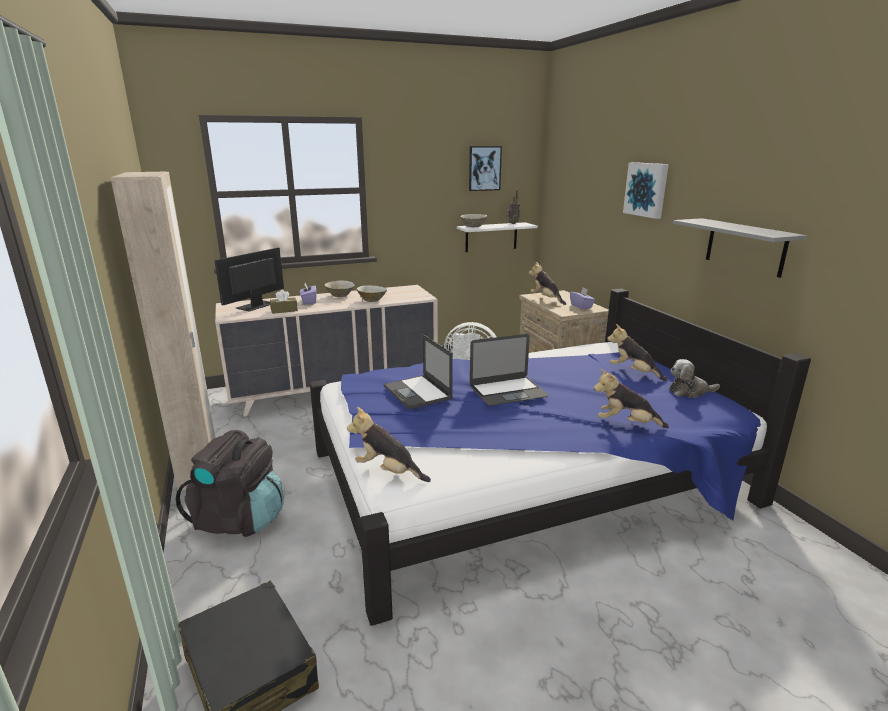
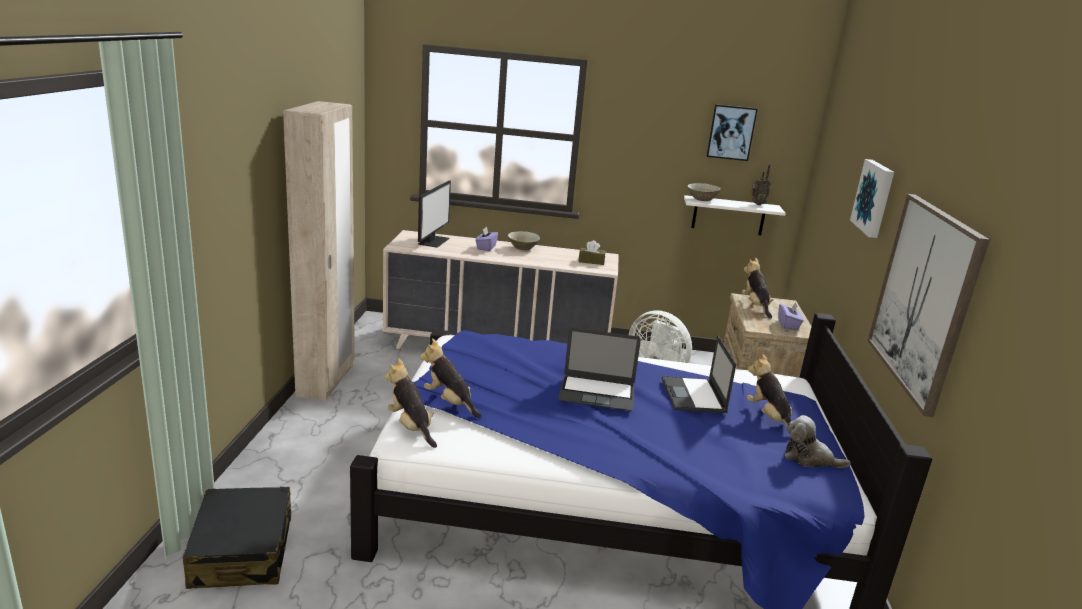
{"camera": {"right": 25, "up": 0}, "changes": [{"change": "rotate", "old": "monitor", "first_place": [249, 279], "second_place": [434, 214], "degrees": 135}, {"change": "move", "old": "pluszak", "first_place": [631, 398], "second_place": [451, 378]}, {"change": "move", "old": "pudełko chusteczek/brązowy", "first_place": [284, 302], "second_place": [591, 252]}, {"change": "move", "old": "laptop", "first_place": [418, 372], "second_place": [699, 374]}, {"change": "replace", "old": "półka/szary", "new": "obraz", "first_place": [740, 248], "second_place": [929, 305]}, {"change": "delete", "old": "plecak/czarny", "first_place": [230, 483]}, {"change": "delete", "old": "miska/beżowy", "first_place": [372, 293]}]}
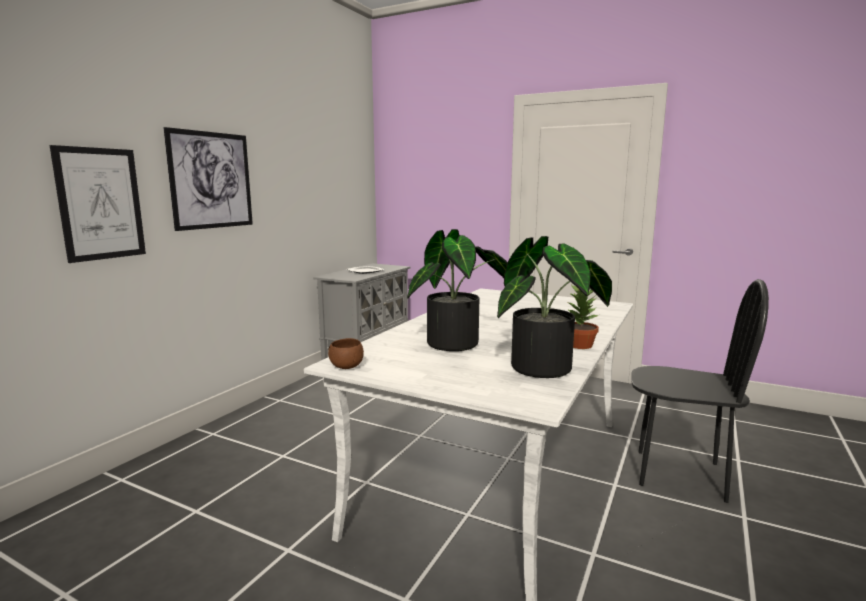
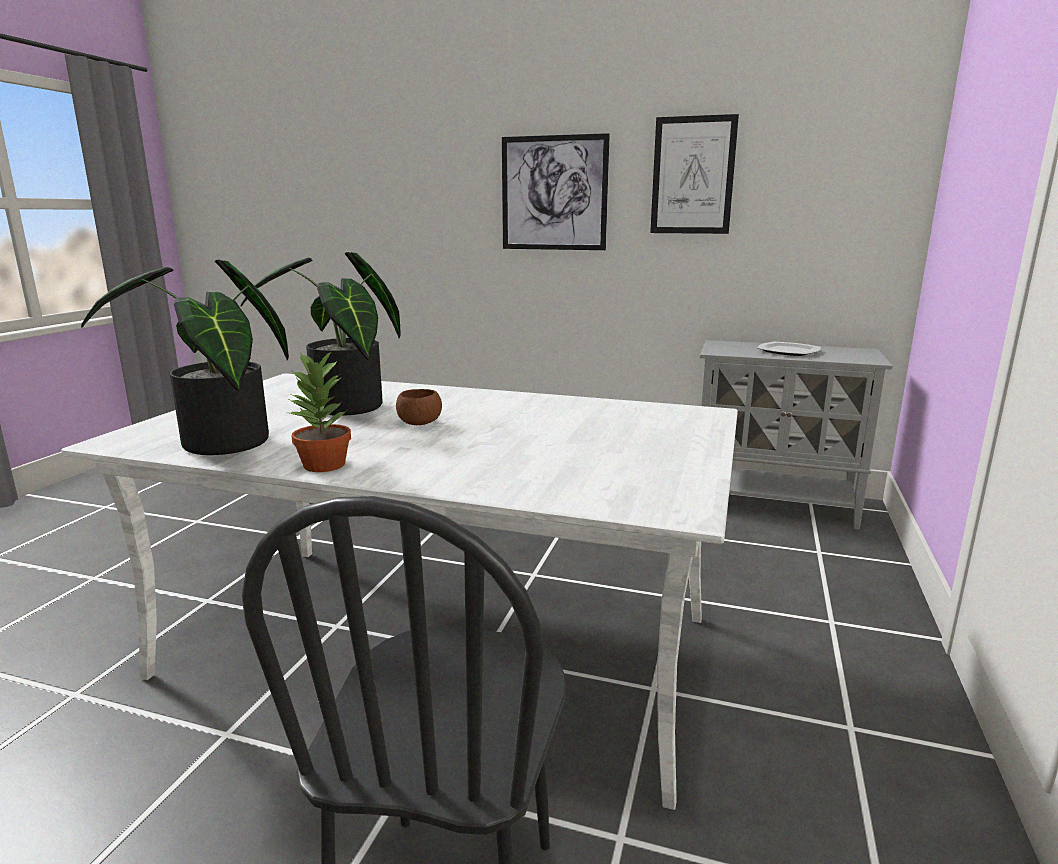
{"camera": {"right": 80, "up": 5}, "changes": [{"change": "move", "old": "miska/brązowy", "first_place": [346, 353], "second_place": [419, 407]}, {"change": "move", "old": "obraz", "first_place": [98, 204], "second_place": [694, 174]}]}
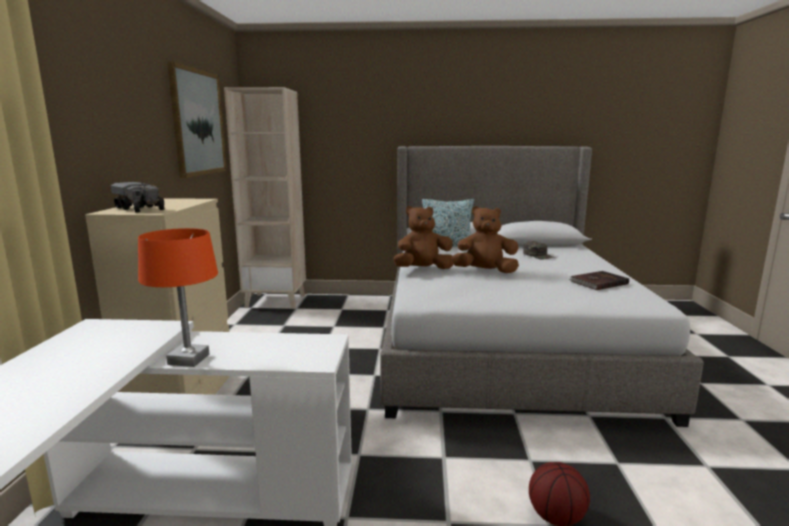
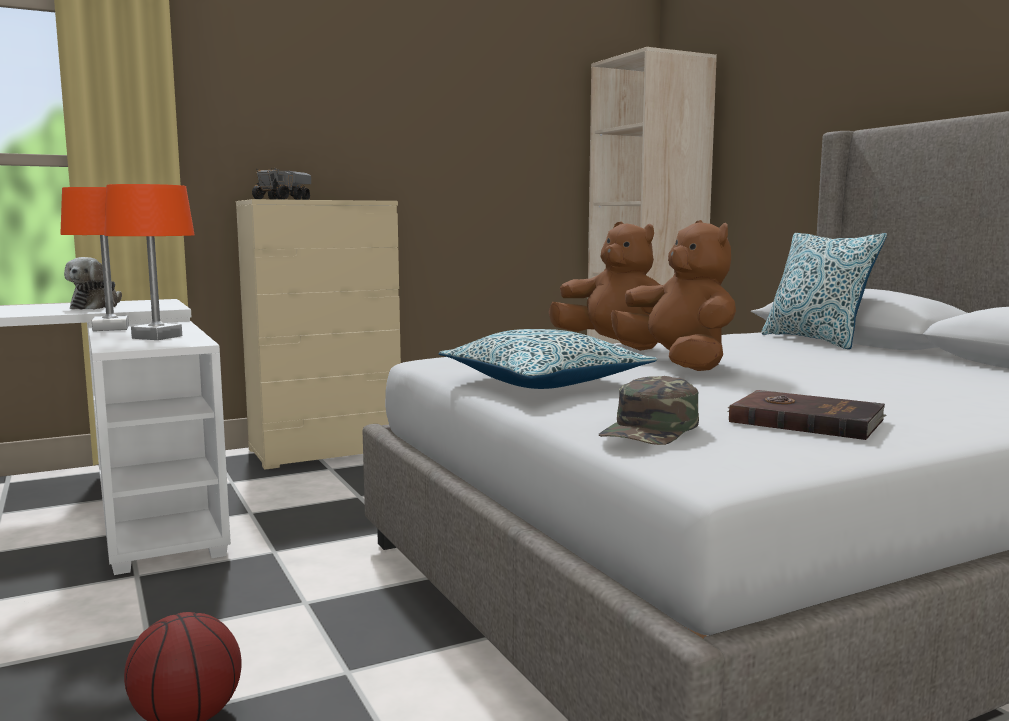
{"camera": {"right": 60, "up": -5}, "changes": [{"change": "insert", "new": "pluszak", "second_place": [93, 283]}, {"change": "insert", "new": "lampa stołowa/pomarańczowy", "second_place": [149, 262]}, {"change": "insert", "new": "poduszka", "second_place": [548, 359]}, {"change": "move", "old": "czapka z daszkiem/zielony", "first_place": [539, 250], "second_place": [649, 410]}, {"change": "delete", "old": "obraz", "first_place": [197, 119]}]}
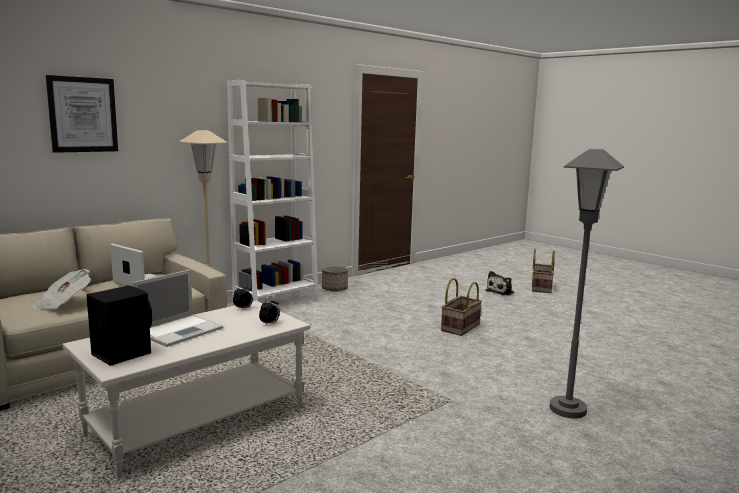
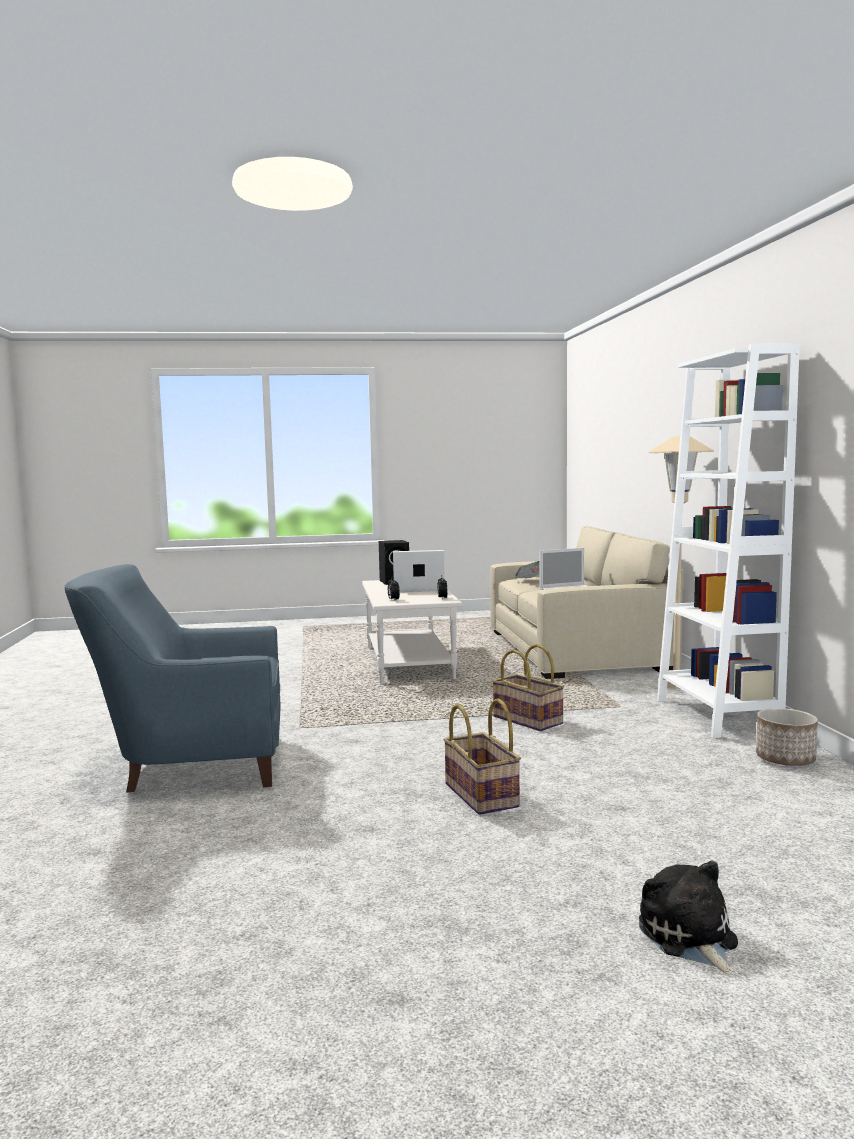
{"camera": {"right": 125, "up": -5}, "changes": [{"change": "replace", "old": "lampa stojąca/szary", "new": "fotel/niebieski", "first_place": [587, 284], "second_place": [173, 678]}, {"change": "rotate", "old": "laptop", "first_place": [177, 308], "second_place": [419, 571], "degrees": 105}, {"change": "move", "old": "koszyk", "first_place": [543, 271], "second_place": [528, 687]}, {"change": "delete", "old": "obraz", "first_place": [82, 114]}]}
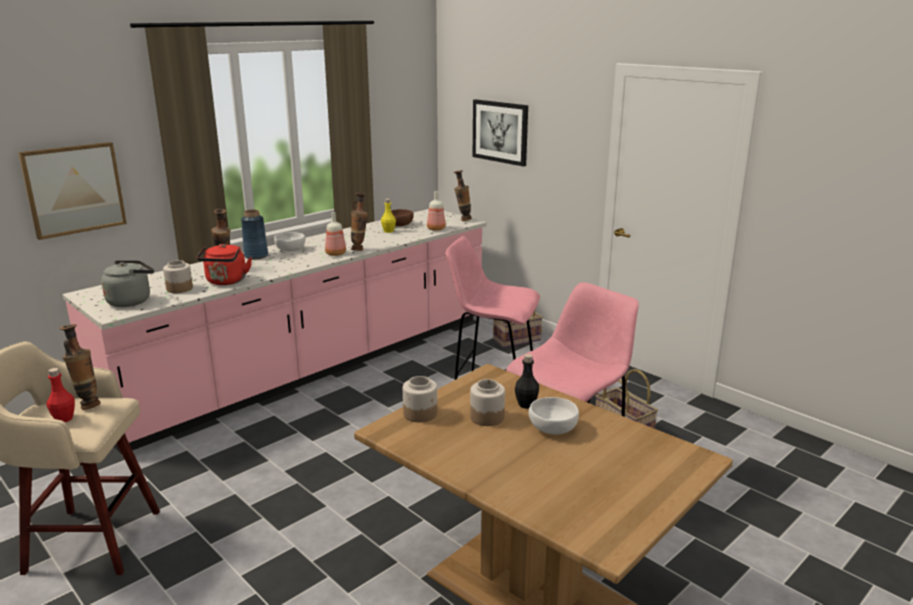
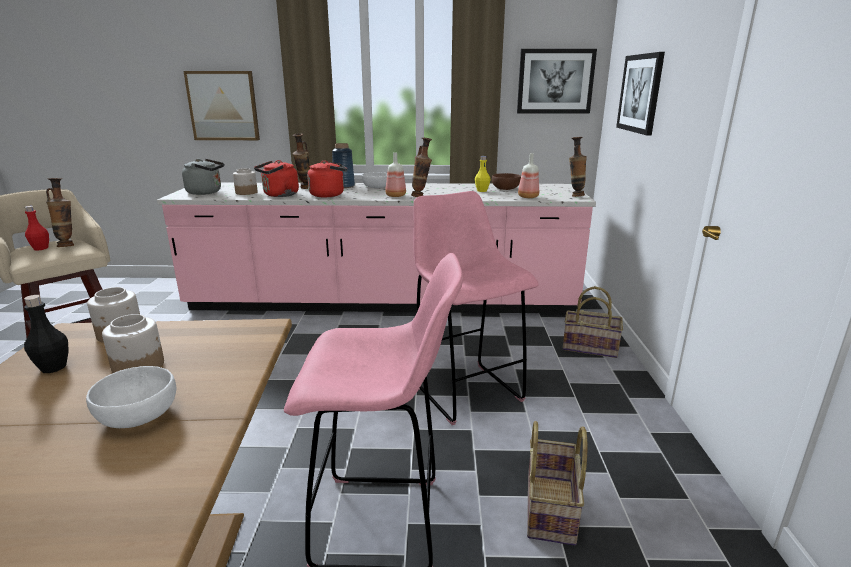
{"camera": {"right": 45, "up": 0}, "changes": [{"change": "move", "old": "butelka/czarny", "first_place": [527, 381], "second_place": [46, 334]}, {"change": "insert", "new": "czajnik/czerwony", "second_place": [327, 179]}, {"change": "insert", "new": "obraz", "second_place": [557, 81]}]}
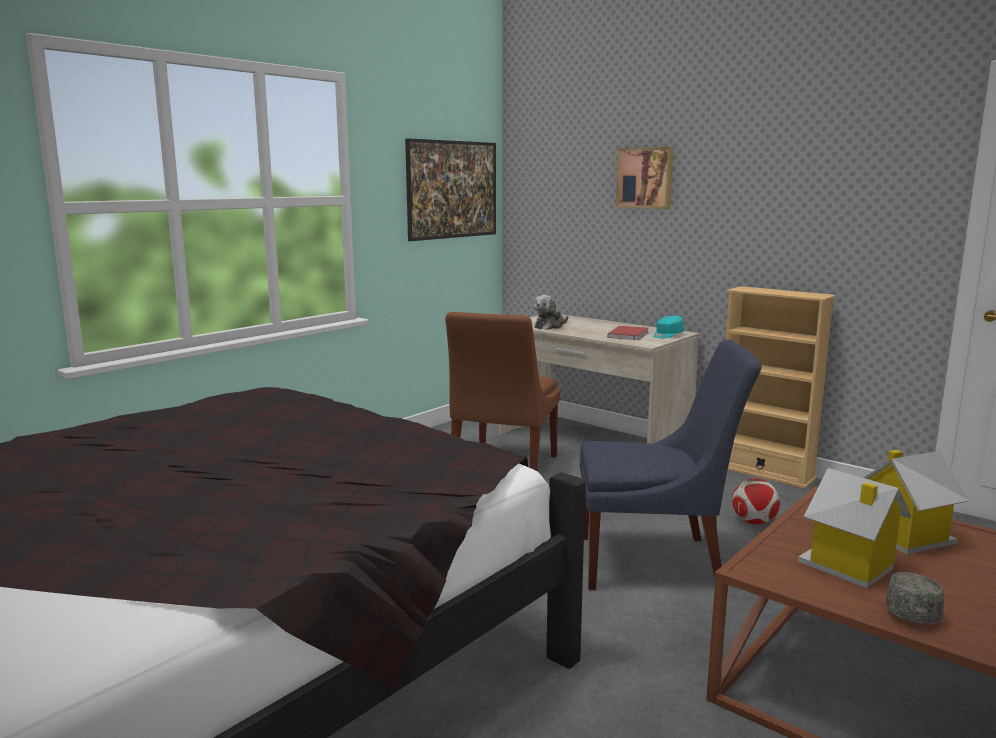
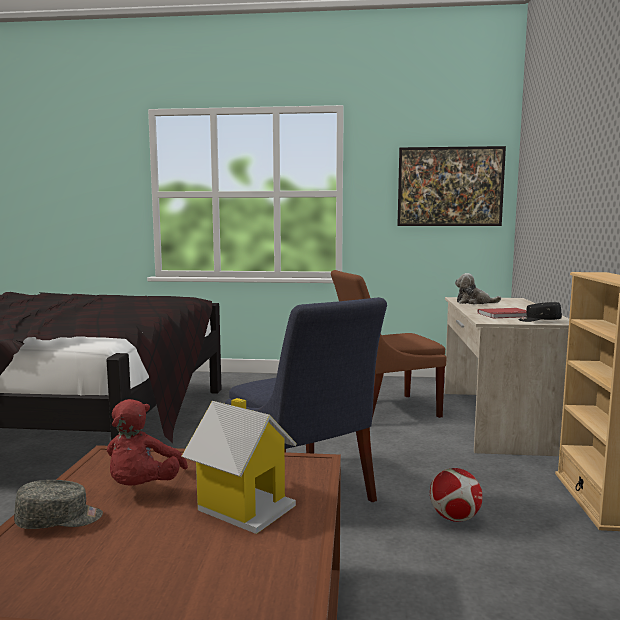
{"camera": {"right": 55, "up": -5}, "changes": [{"change": "replace", "old": "domek", "new": "pluszak/czerwony", "first_place": [854, 528], "second_place": [147, 442]}, {"change": "recolor", "old": "czapka z daszkiem/turkusowy", "new": "czapka z daszkiem/czarny", "first_place": [668, 327], "second_place": [540, 312]}, {"change": "delete", "old": "obraz", "first_place": [645, 178]}]}
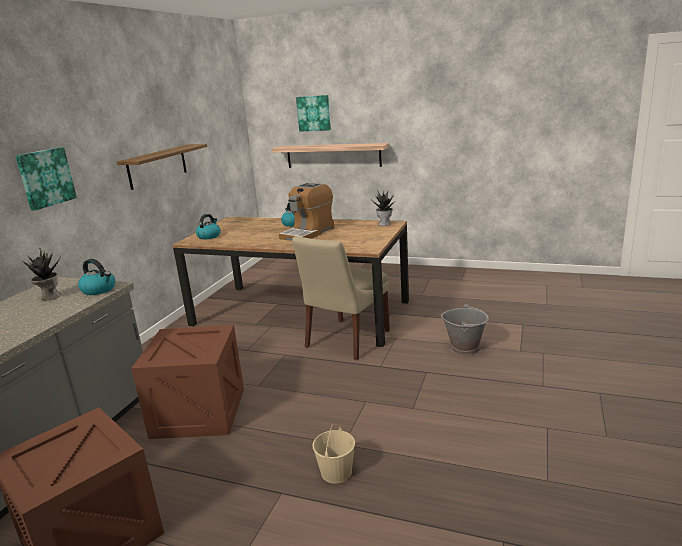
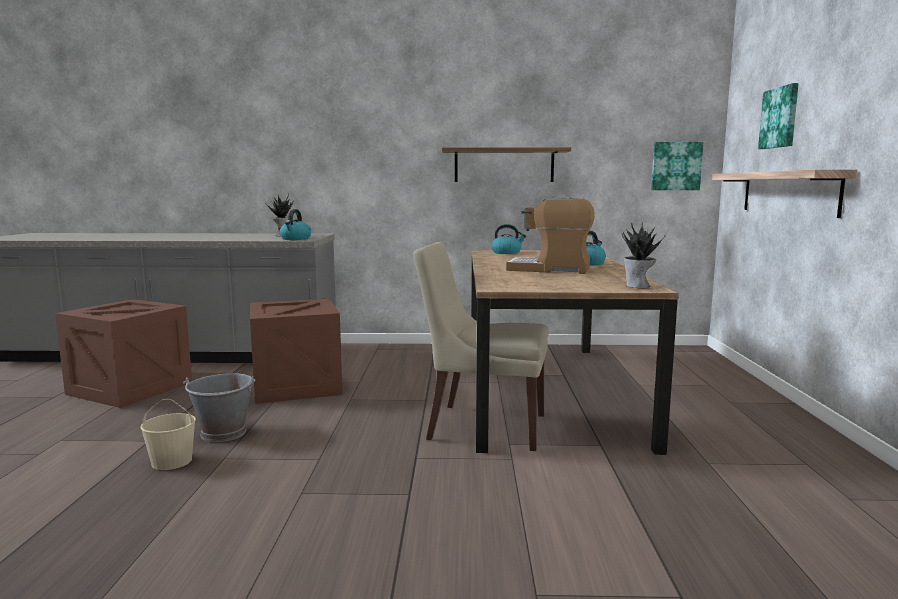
{"camera": {"right": 70, "up": -10}, "changes": [{"change": "move", "old": "wiadro/szary", "first_place": [465, 330], "second_place": [219, 407]}, {"change": "move", "old": "obraz", "first_place": [46, 178], "second_place": [677, 166]}]}
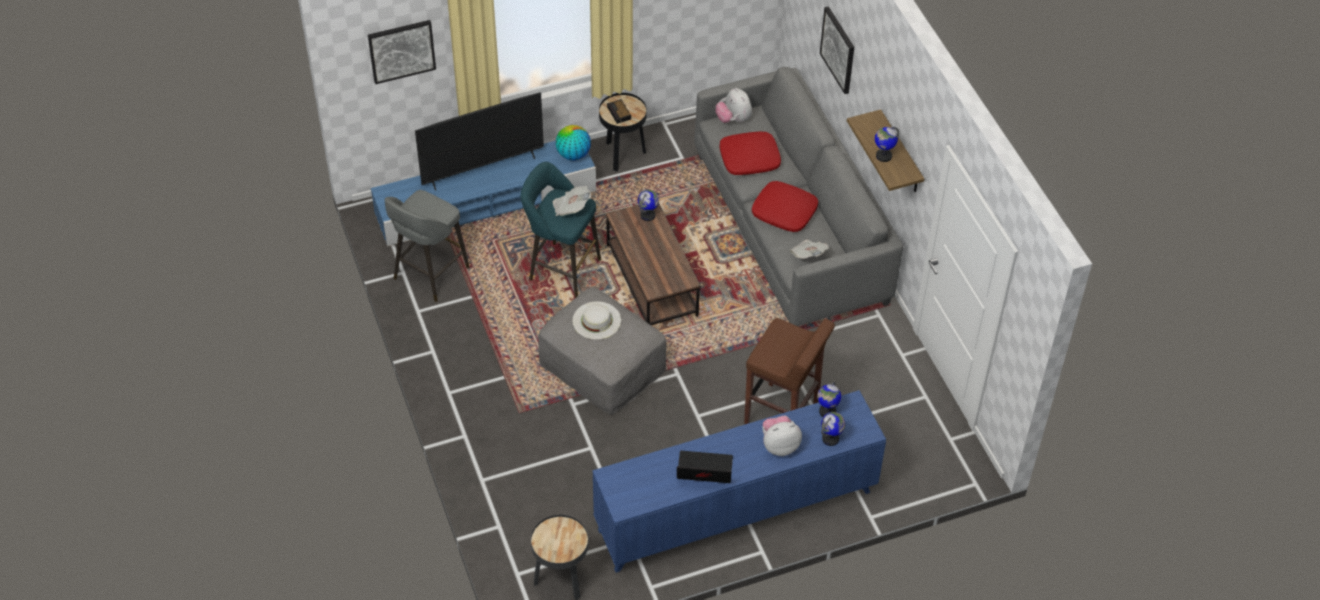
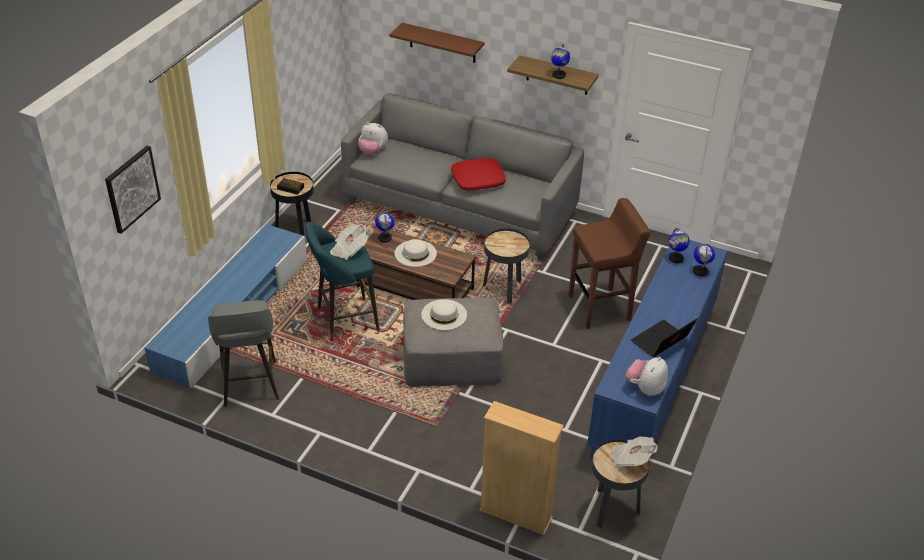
{"camera": {"right": -45, "up": -10}, "changes": [{"change": "replace", "old": "obraz", "new": "półka/brązowy", "first_place": [837, 50], "second_place": [437, 43]}, {"change": "insert", "new": "kapelusz/biały", "second_place": [416, 253]}, {"change": "insert", "new": "regał/beżowy", "second_place": [521, 468]}, {"change": "insert", "new": "stolik/czarny", "second_place": [506, 266]}, {"change": "move", "old": "gazeta", "first_place": [809, 249], "second_place": [634, 451]}, {"change": "move", "old": "pluszak", "first_place": [782, 436], "second_place": [647, 376]}, {"change": "delete", "old": "telewizor", "first_place": [479, 141]}, {"change": "delete", "old": "globus", "first_place": [573, 142]}, {"change": "delete", "old": "poduszka/czerwony", "first_place": [750, 153]}]}
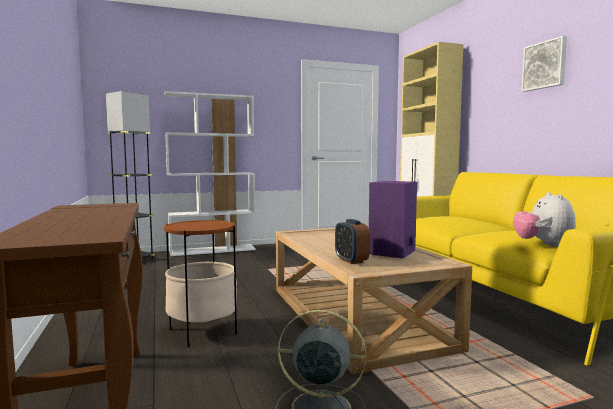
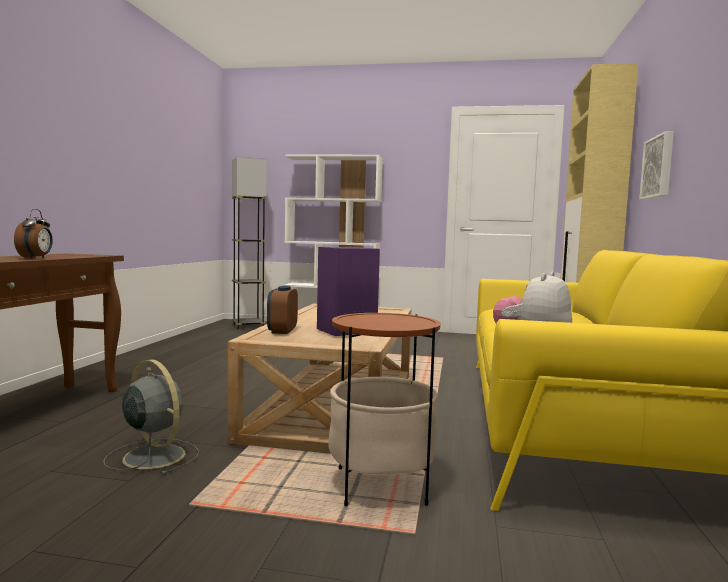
{"camera": {"right": 30, "up": 0}, "changes": [{"change": "insert", "new": "budzik", "second_place": [33, 234]}, {"change": "move", "old": "stolik", "first_place": [200, 283], "second_place": [384, 409]}, {"change": "move", "old": "obraz", "first_place": [544, 64], "second_place": [656, 165]}]}
